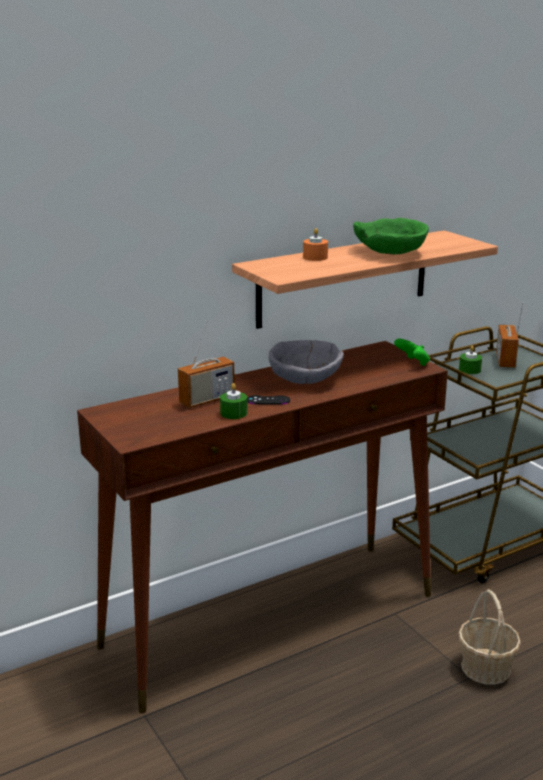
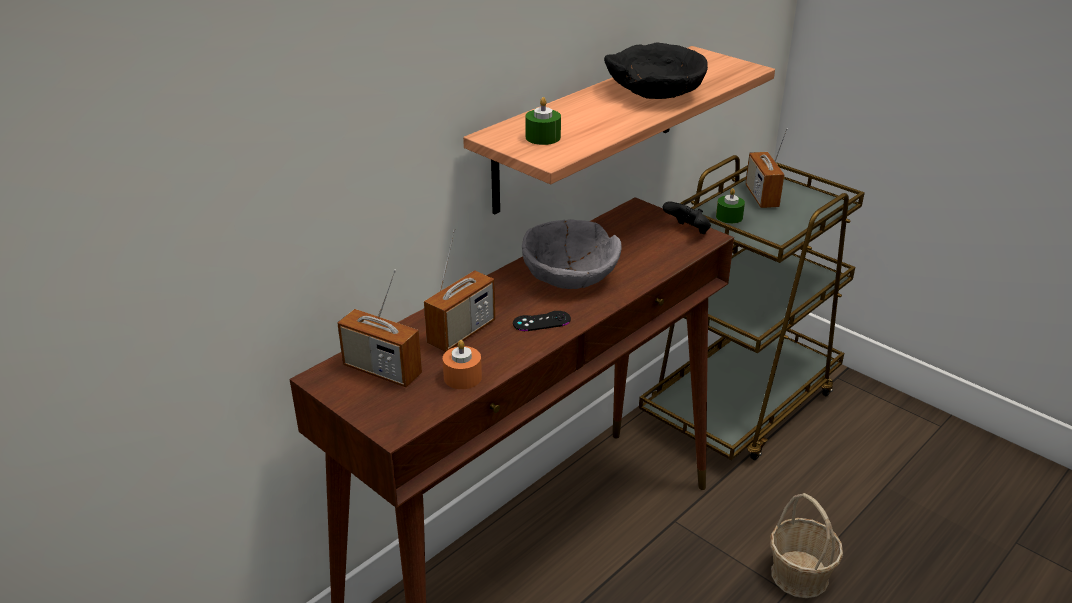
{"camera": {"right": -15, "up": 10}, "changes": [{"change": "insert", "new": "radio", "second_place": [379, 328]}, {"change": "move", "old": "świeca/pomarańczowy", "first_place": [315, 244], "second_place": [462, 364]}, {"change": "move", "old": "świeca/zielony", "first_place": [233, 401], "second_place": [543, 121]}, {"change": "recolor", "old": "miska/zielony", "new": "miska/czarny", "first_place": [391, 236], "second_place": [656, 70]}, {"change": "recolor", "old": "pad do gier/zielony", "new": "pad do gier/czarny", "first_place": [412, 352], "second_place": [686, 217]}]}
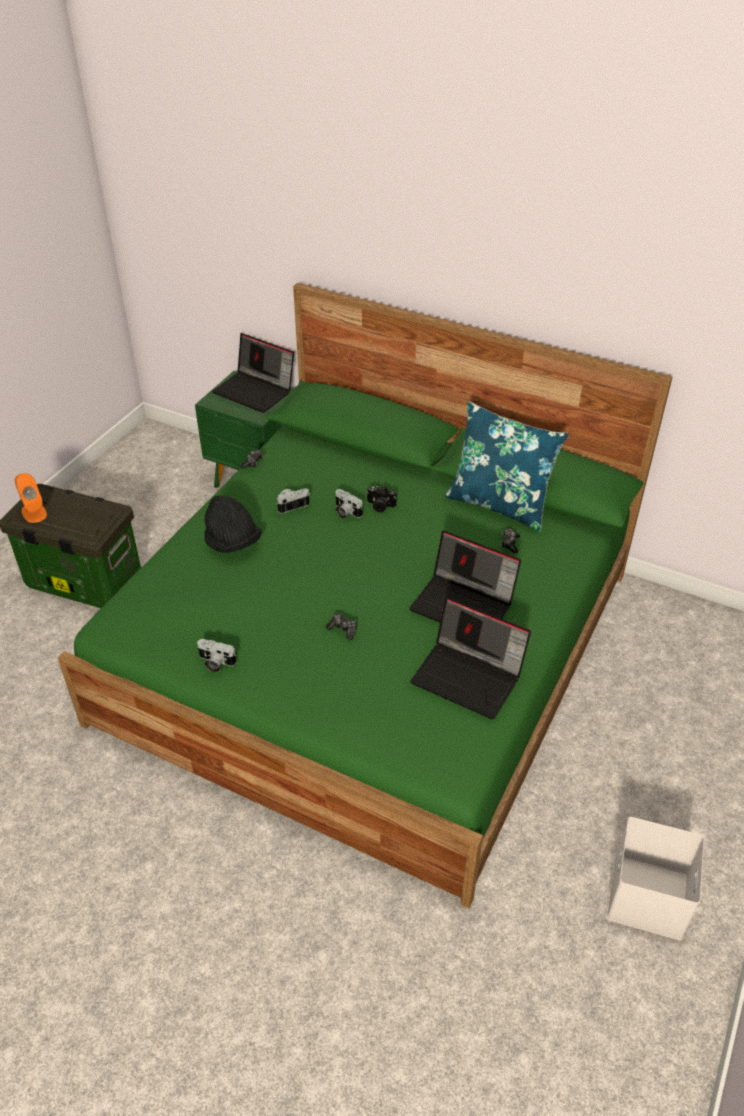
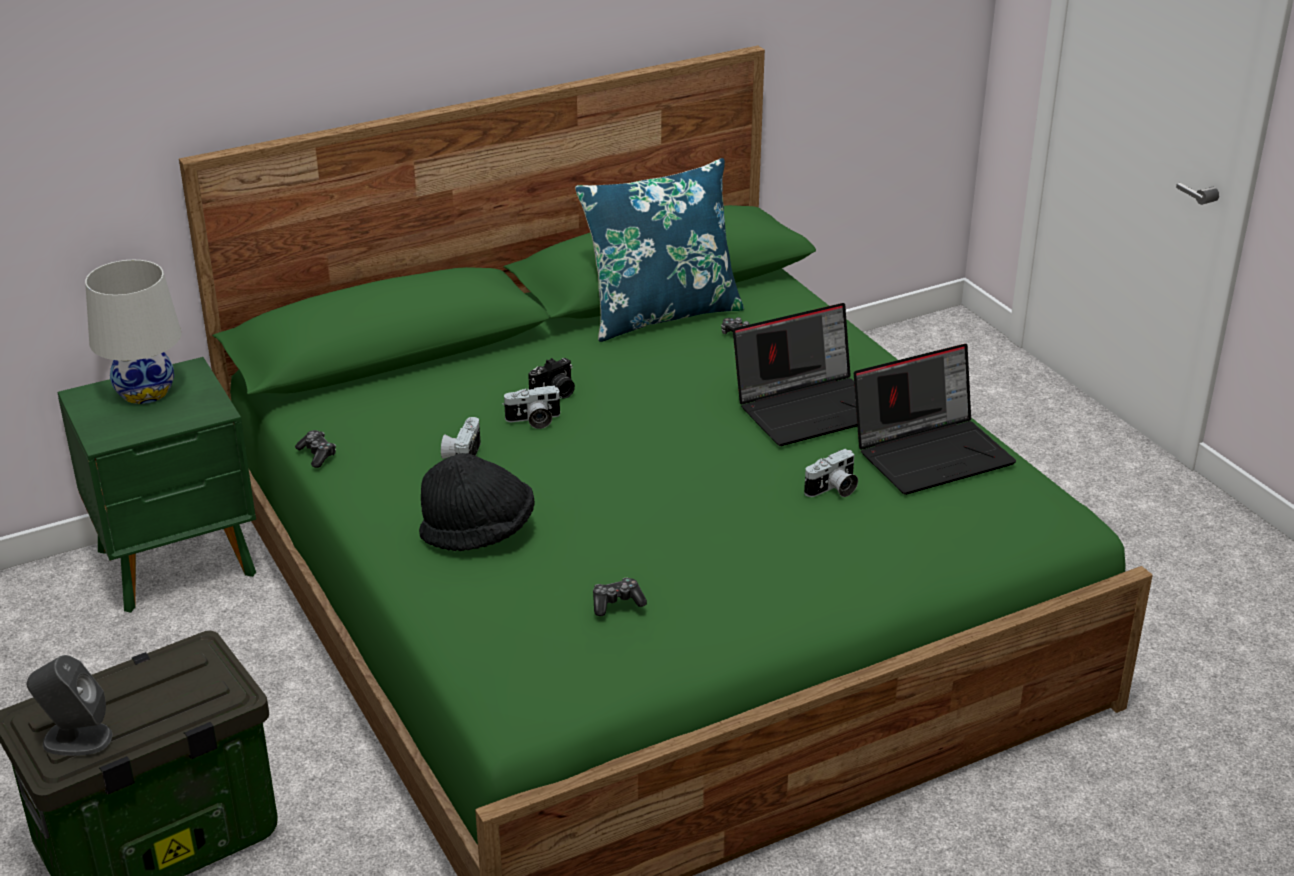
{"camera": {"right": -55, "up": -10}, "changes": [{"change": "recolor", "old": "głośnik/pomarańczowy", "new": "głośnik/szary", "first_place": [31, 498], "second_place": [69, 705]}, {"change": "replace", "old": "laptop", "new": "lampa stołowa/biały", "first_place": [253, 373], "second_place": [133, 332]}, {"change": "move", "old": "pad do gier", "first_place": [341, 626], "second_place": [620, 597]}, {"change": "move", "old": "aparat fotograficzny", "first_place": [216, 655], "second_place": [831, 473]}, {"change": "delete", "old": "pojemnik do przechowywania/biały", "first_place": [655, 878]}]}
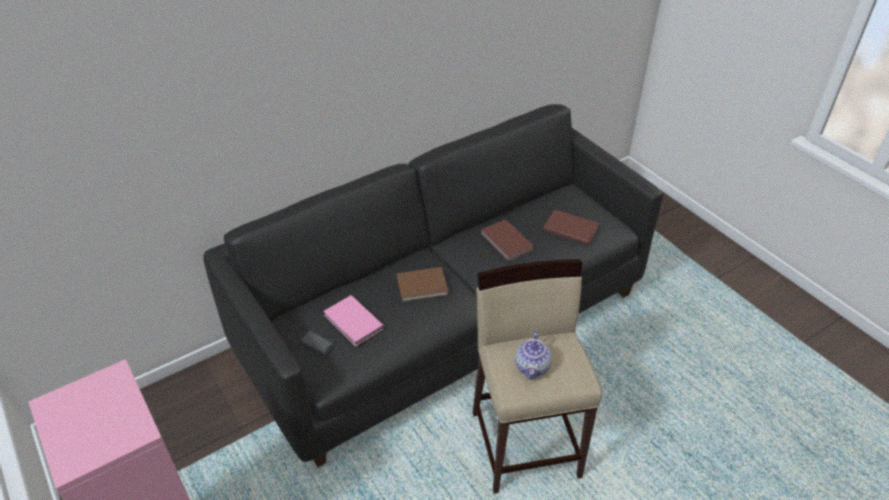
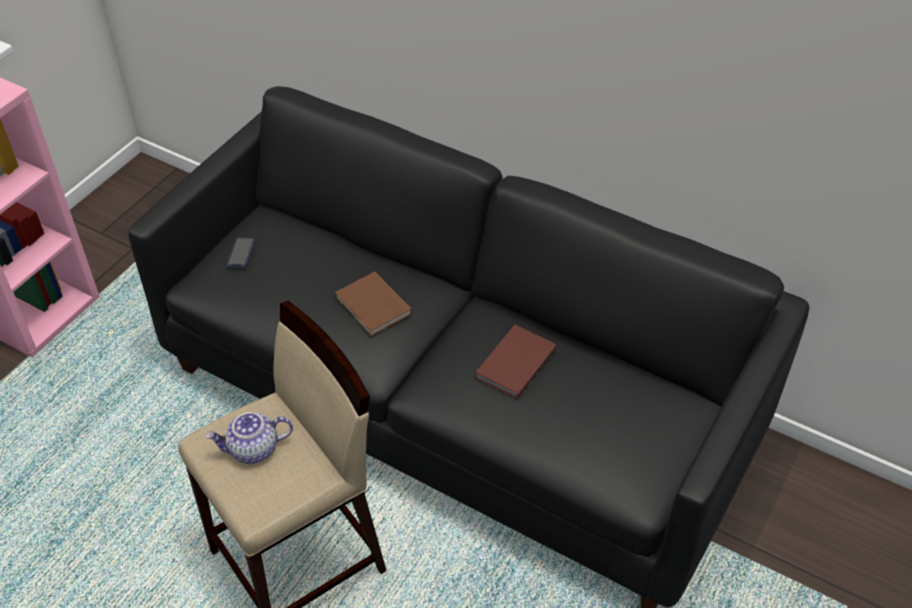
{"camera": {"right": 65, "up": 5}, "changes": [{"change": "delete", "old": "książka/różowy", "first_place": [354, 321]}, {"change": "delete", "old": "książka/brązowy", "first_place": [571, 227]}]}
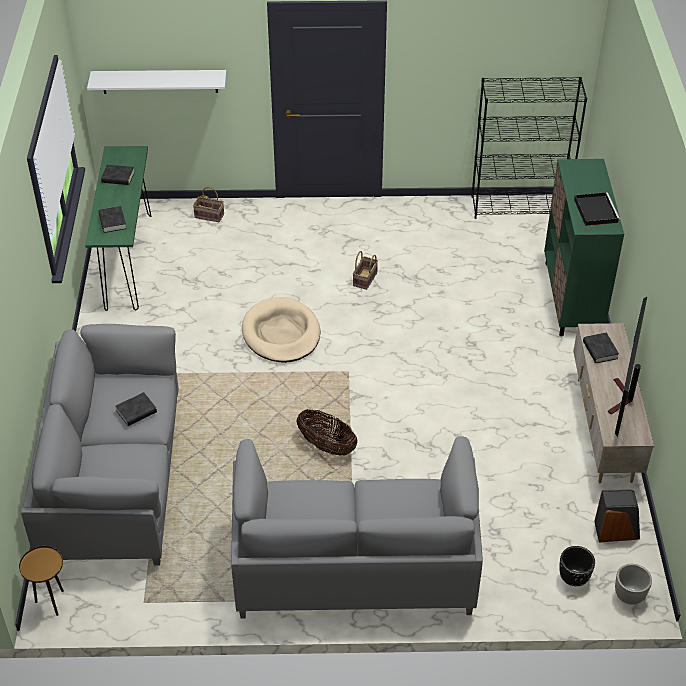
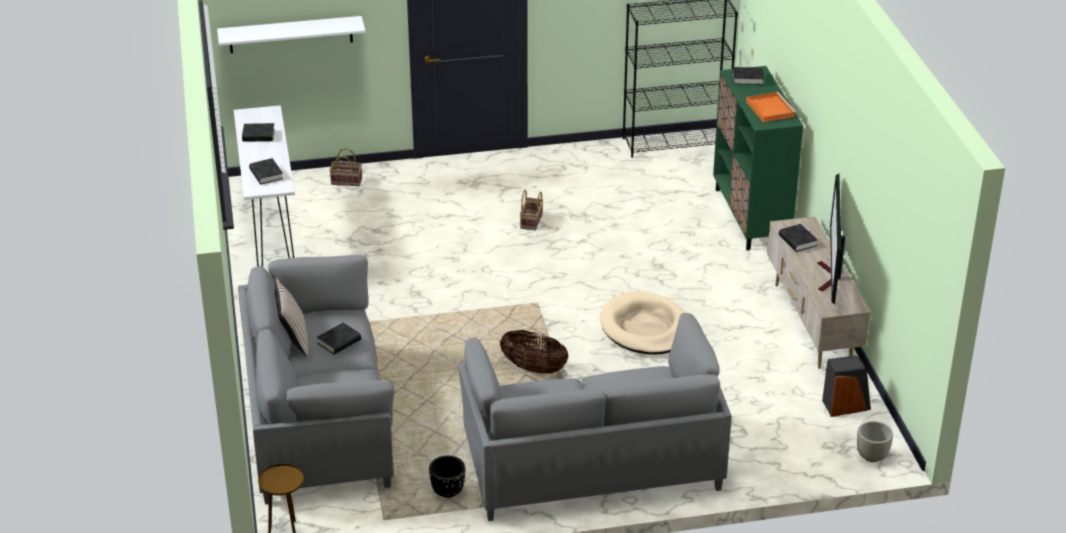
{"camera": {"right": -10, "up": -10}, "changes": [{"change": "recolor", "old": "stolik konsolowy/zielony", "new": "stolik konsolowy/biały", "first_place": [118, 228], "second_place": [264, 186]}, {"change": "insert", "new": "poduszka/beżowy", "second_place": [291, 317]}, {"change": "move", "old": "donica/czarny", "first_place": [577, 566], "second_place": [447, 477]}, {"change": "move", "old": "legowisko/beżowy", "first_place": [281, 330], "second_place": [642, 323]}, {"change": "insert", "new": "książka/czarny", "second_place": [748, 76]}, {"change": "recolor", "old": "taca/czarny", "new": "taca/pomarańczowy", "first_place": [597, 209], "second_place": [771, 107]}]}
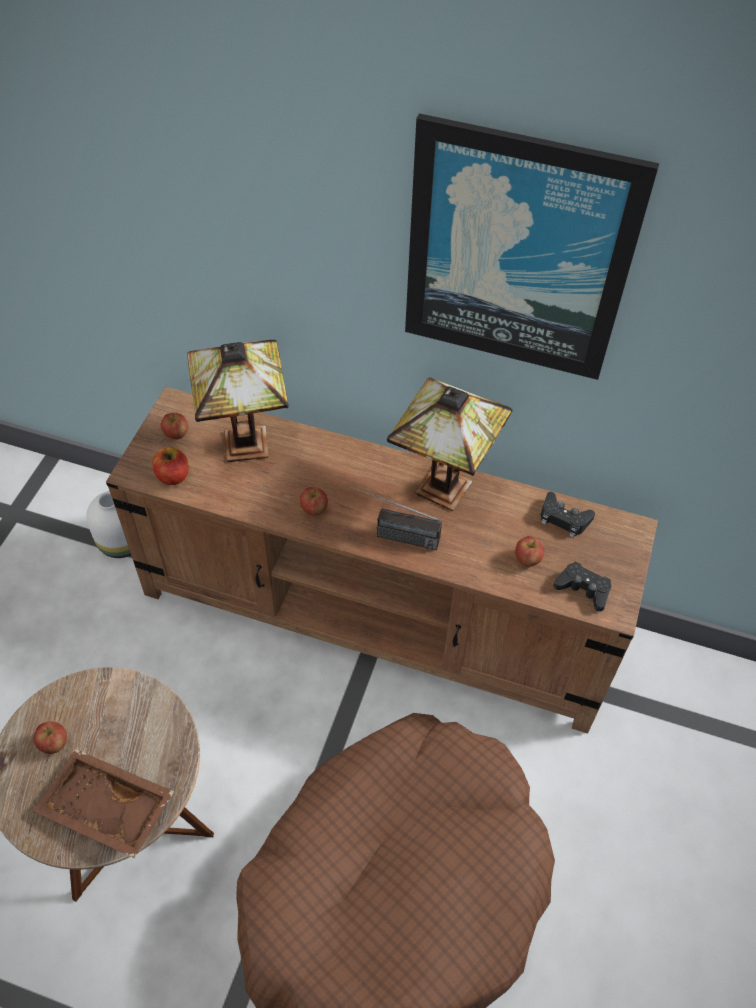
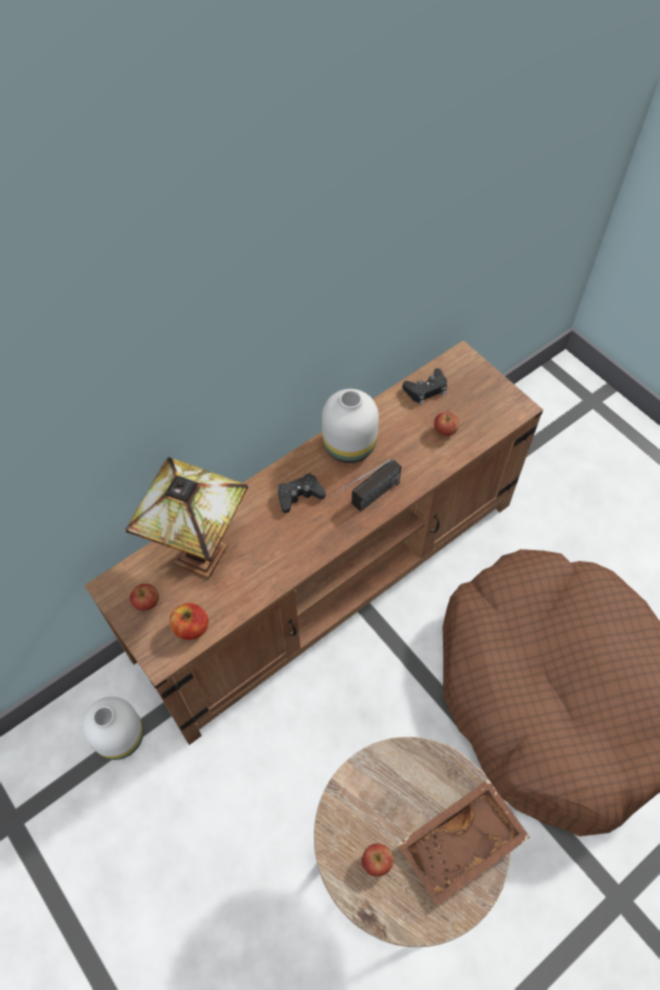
{"camera": {"right": -55, "up": 5}, "changes": [{"change": "move", "old": "pad do gier/czarny", "first_place": [582, 586], "second_place": [302, 493]}, {"change": "replace", "old": "lampa stołowa", "new": "wazon/biały", "first_place": [450, 444], "second_place": [350, 426]}, {"change": "delete", "old": "jabłko", "first_place": [314, 501]}, {"change": "delete", "old": "obraz", "first_place": [532, 246]}]}
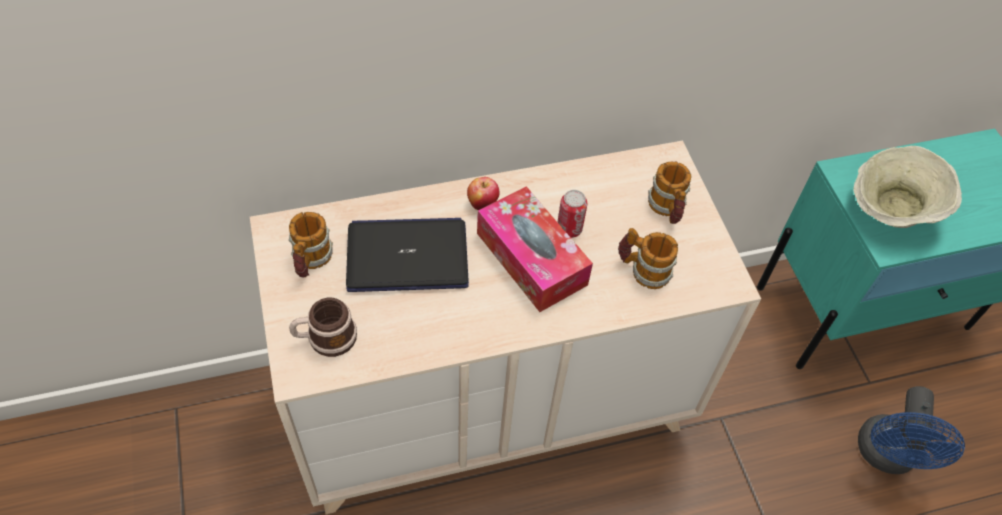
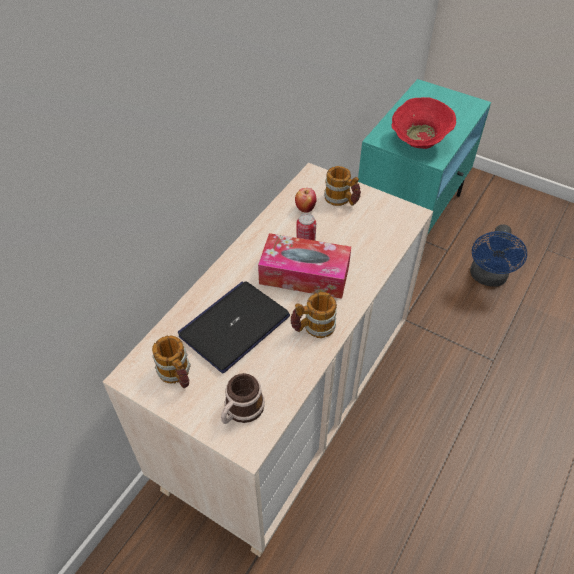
{"camera": {"right": -40, "up": -5}, "changes": [{"change": "move", "old": "kubek", "first_place": [648, 258], "second_place": [314, 315]}, {"change": "move", "old": "jabłko", "first_place": [483, 193], "second_place": [306, 200]}, {"change": "recolor", "old": "miska/beżowy", "new": "miska/czerwony", "first_place": [908, 187], "second_place": [424, 123]}, {"change": "rotate", "old": "wentylator/niebieski", "first_place": [911, 430], "second_place": [498, 255], "degrees": 45}]}
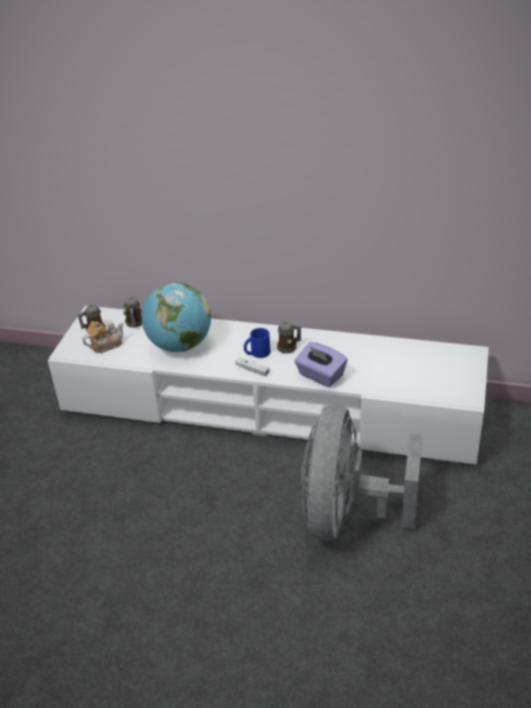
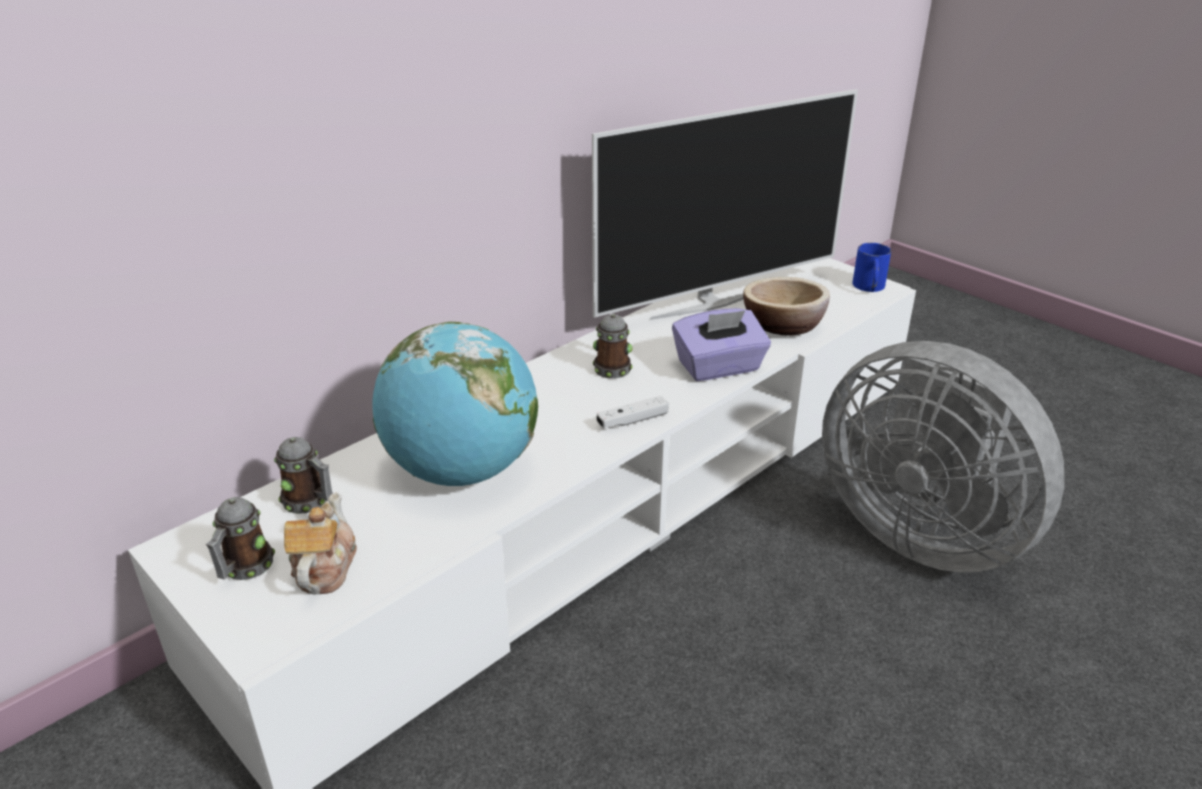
{"camera": {"right": -60, "up": -5}, "changes": [{"change": "insert", "new": "telewizor", "second_place": [725, 204]}, {"change": "insert", "new": "miska", "second_place": [786, 306]}, {"change": "move", "old": "kubek/niebieski", "first_place": [257, 343], "second_place": [871, 267]}]}
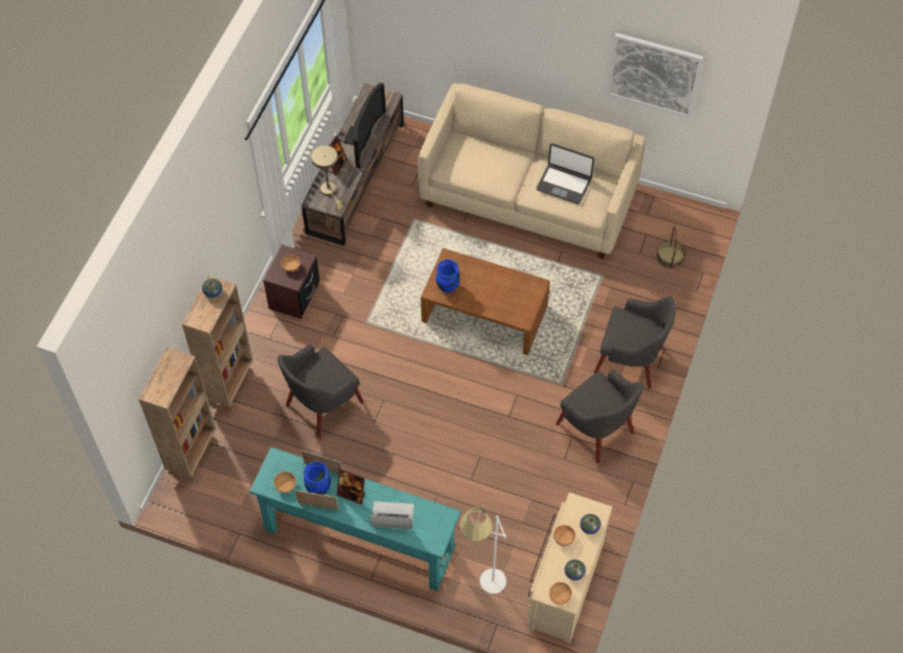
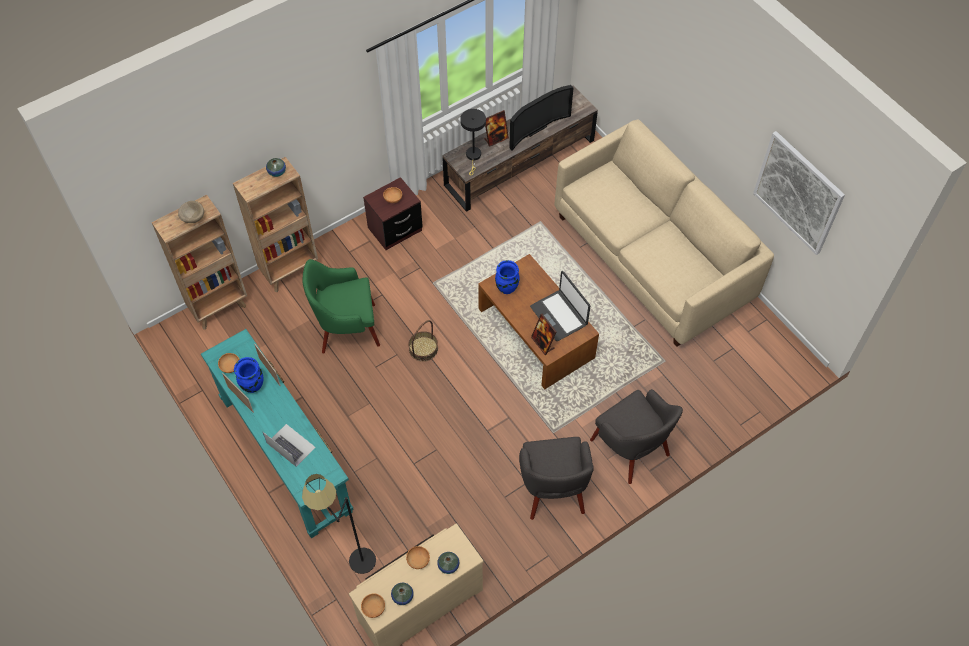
{"camera": {"right": 35, "up": 0}, "changes": [{"change": "insert", "new": "miska/beżowy", "second_place": [191, 212]}, {"change": "recolor", "old": "fotel/szary", "new": "fotel/zielony", "first_place": [321, 391], "second_place": [341, 306]}, {"change": "recolor", "old": "lampa stojąca/biały", "new": "lampa stojąca/czarny", "first_place": [483, 550], "second_place": [339, 524]}, {"change": "move", "old": "koszyk", "first_place": [671, 247], "second_place": [423, 341]}, {"change": "recolor", "old": "lampa stołowa/beżowy", "new": "lampa stołowa/czarny", "first_place": [327, 177], "second_place": [473, 142]}, {"change": "move", "old": "laptop", "first_place": [565, 173], "second_place": [560, 306]}, {"change": "move", "old": "ramka na zdjęcie", "first_place": [351, 486], "second_place": [544, 334]}]}
